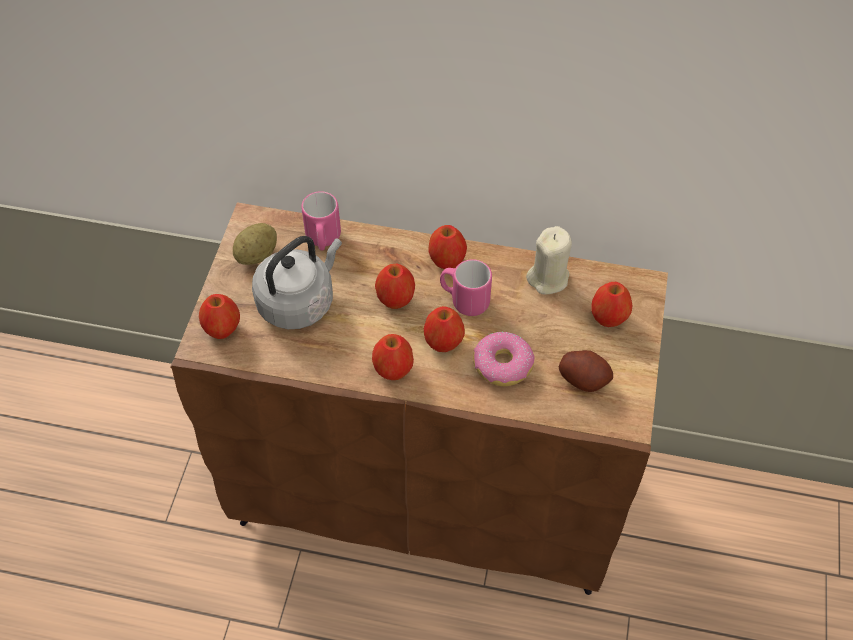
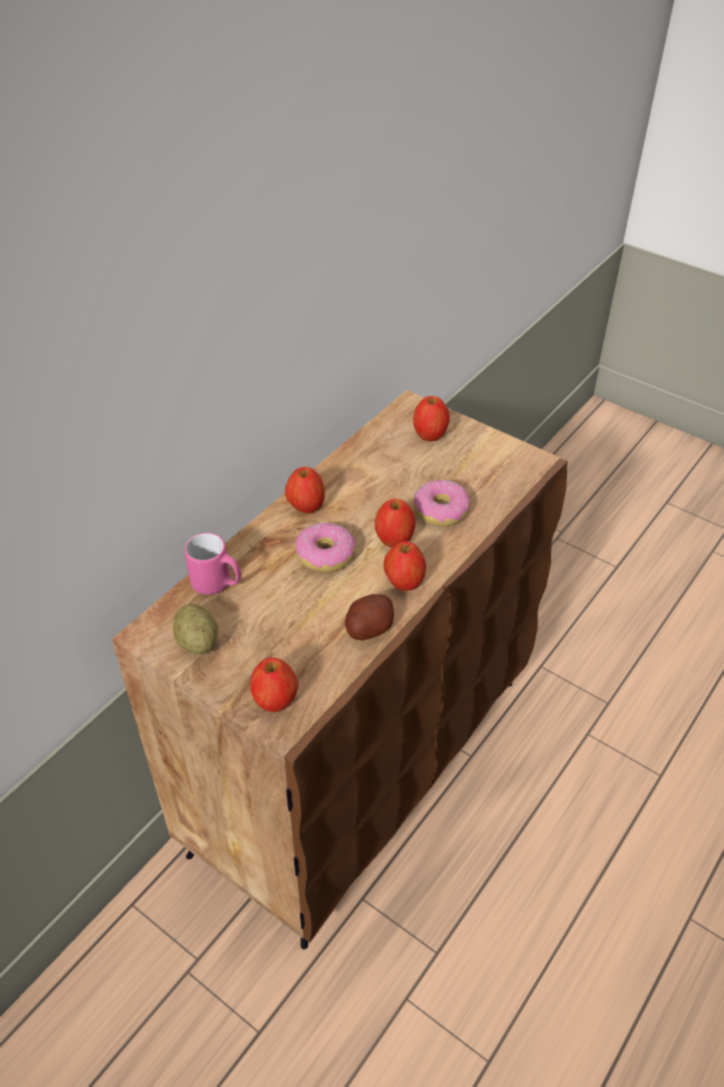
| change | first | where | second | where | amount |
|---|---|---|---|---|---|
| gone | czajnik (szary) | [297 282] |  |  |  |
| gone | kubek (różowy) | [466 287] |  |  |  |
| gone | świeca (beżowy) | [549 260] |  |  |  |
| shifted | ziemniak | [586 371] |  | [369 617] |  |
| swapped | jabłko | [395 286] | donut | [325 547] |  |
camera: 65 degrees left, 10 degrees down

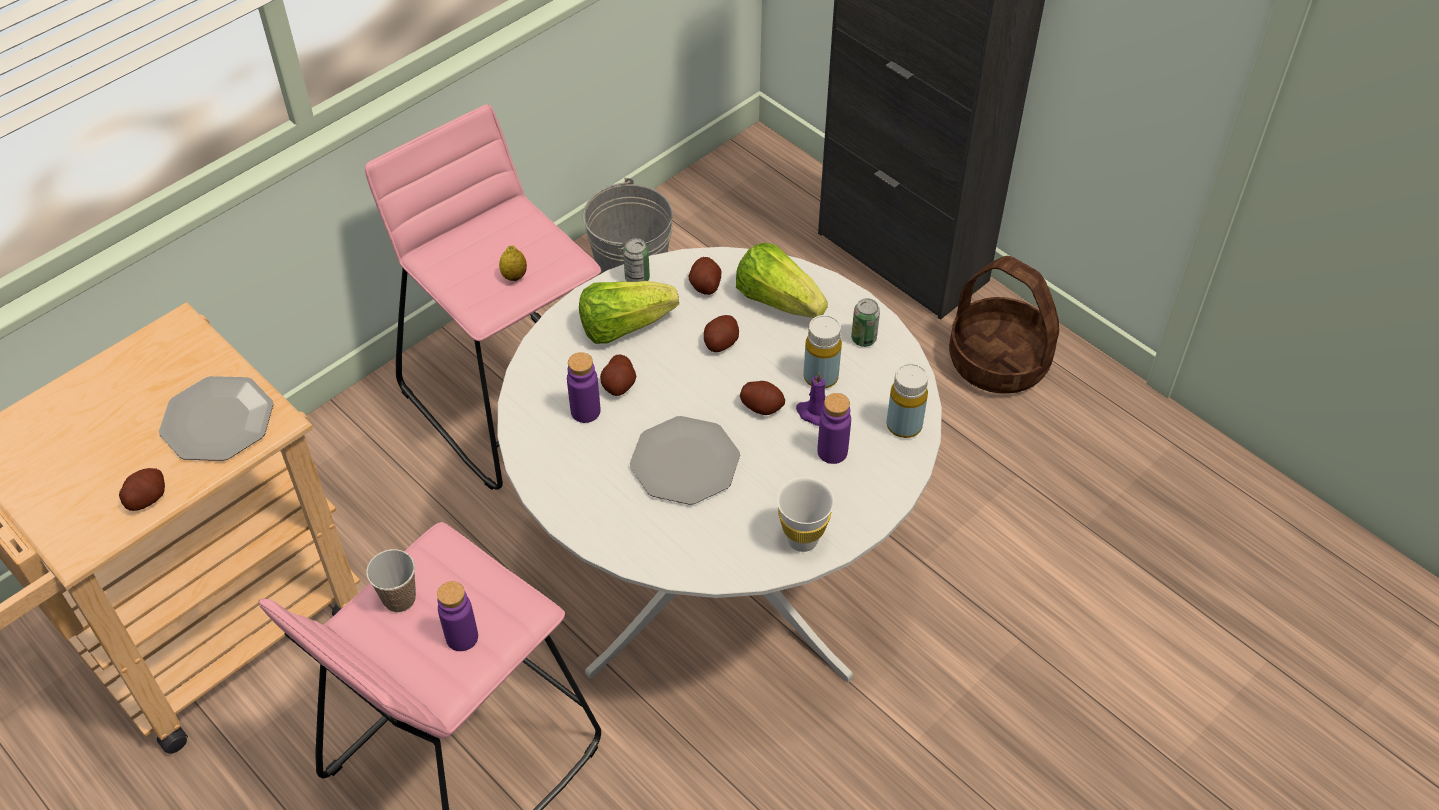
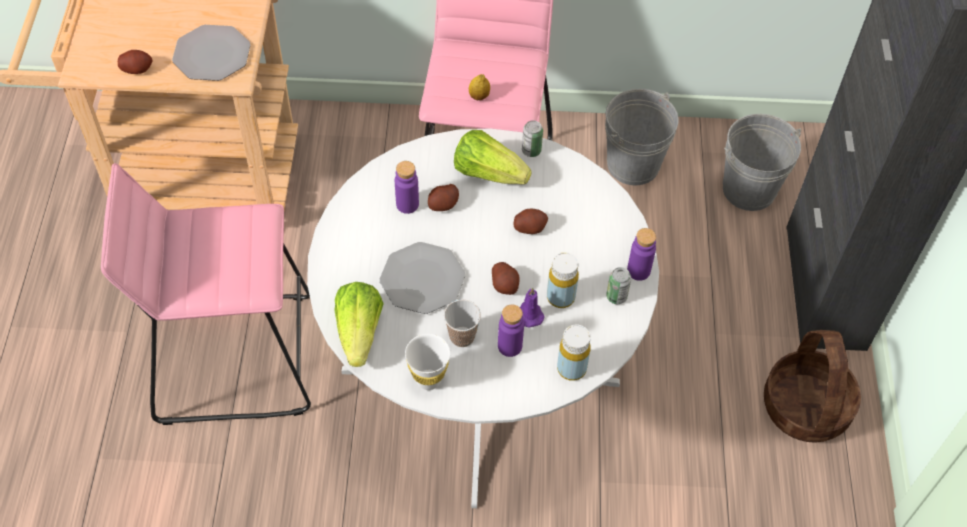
| change | first | where | second | where | amount |
|---|---|---|---|---|---|
| gone | ziemniak | [705 276] |  |  |  |
| new |  |  | wiadro (szary) | [762 162] |  |
| shifted | filiżanka | [391 580] |  | [462 323] |  |
| shifted | butelka (fioletowy) | [457 616] |  | [641 254] |  |
| shifted | sałata | [782 280] |  | [359 324] |  |
camera: 45 degrees right, 5 degrees up

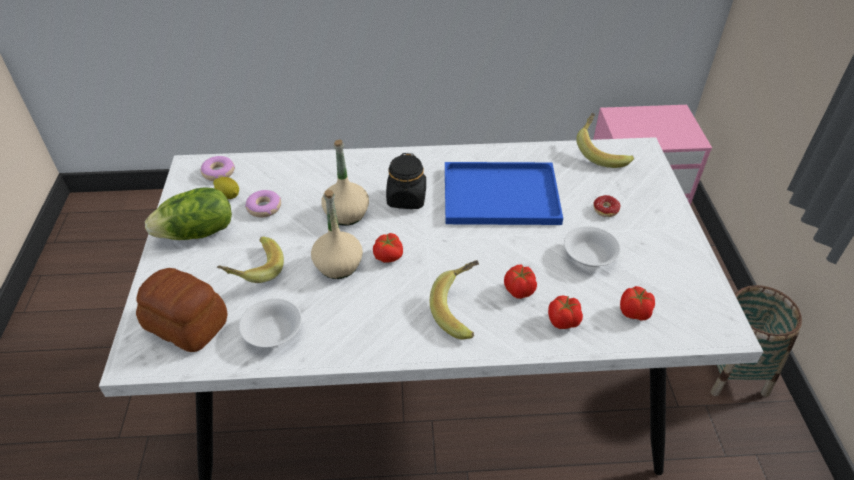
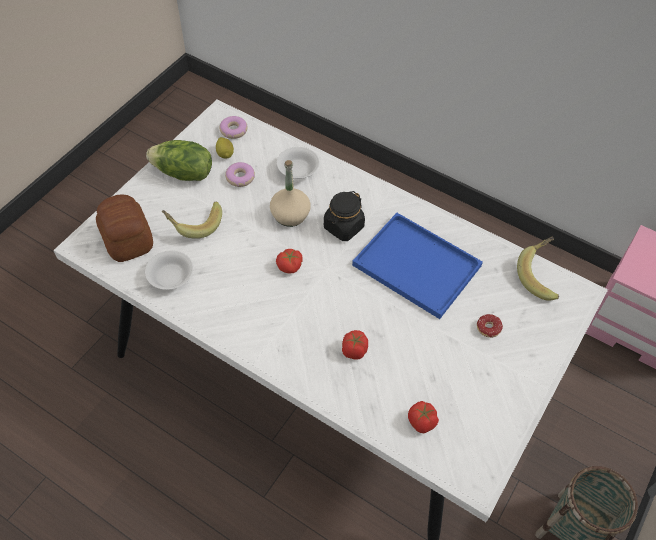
| change | first | where | second | where | amount |
|---|---|---|---|---|---|
| gone | butelka (beżowy) | [337 234] |  |  |  |
| gone | banan | [454 299] |  |  |  |
| gone | pomidor | [565 312] |  |  |  |
| shifted | miska (biały) | [592 246] |  | [298 163] |  |
camera: 35 degrees right, 10 degrees up

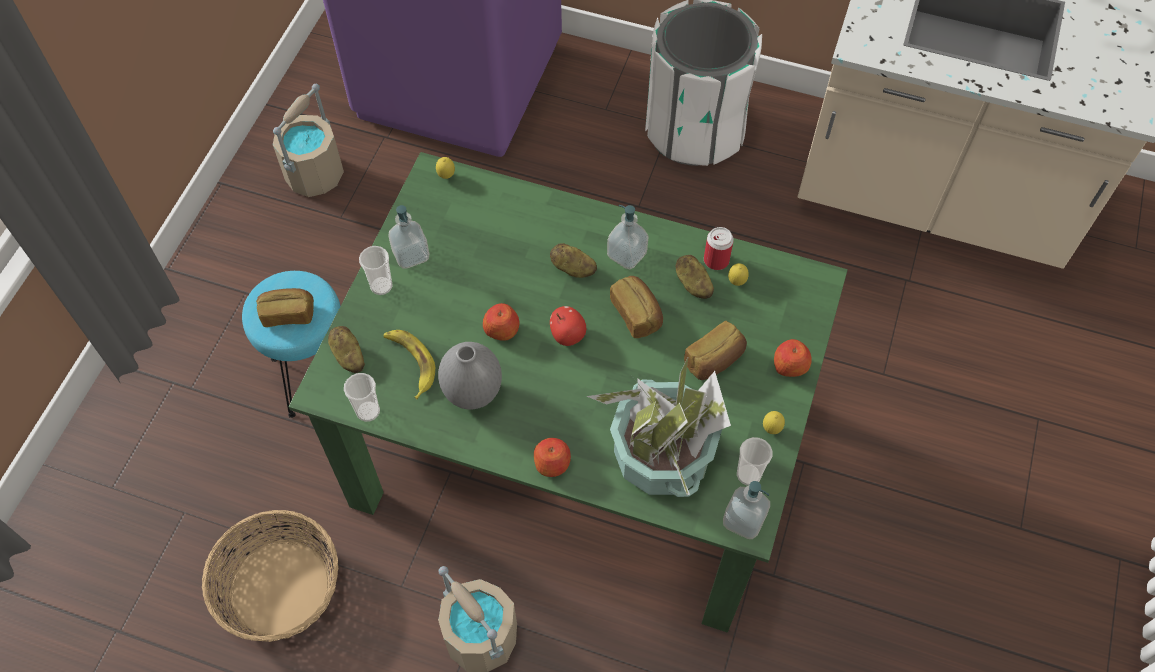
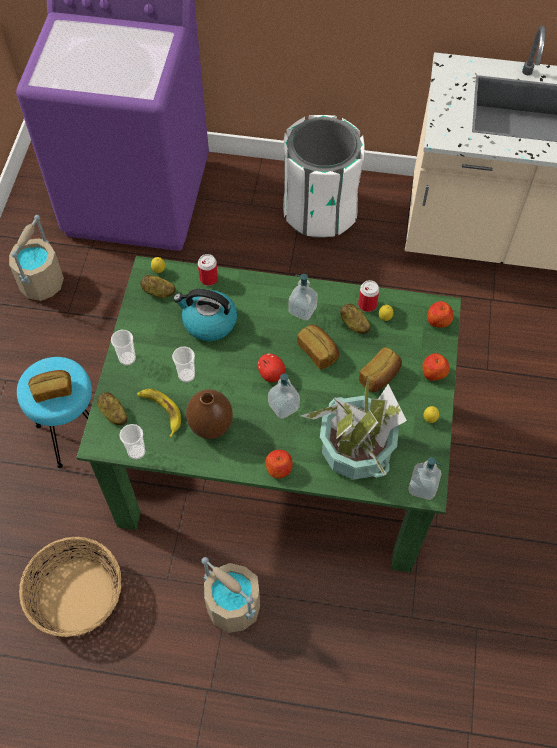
| change | first | where | second | where | amount |
|---|---|---|---|---|---|
| new |  |  | czajnik | [205 315] |  |
| new |  |  | puszka | [208 270] |  |
| shifted | dozownik mydła | [408 237] |  | [284 396] |  |
| shifted | jabłko | [501 322] |  | [440 314] |  |
| shifted | ziemniak | [573 260] |  | [158 286] |  |
| shifted | filiżanka | [754 461] |  | [183 364] |  |
| repainted | wazon (szary) | [470 376] | wazon (brązowy) | [209 414] |  |
camera: 10 degrees left, 0 degrees up

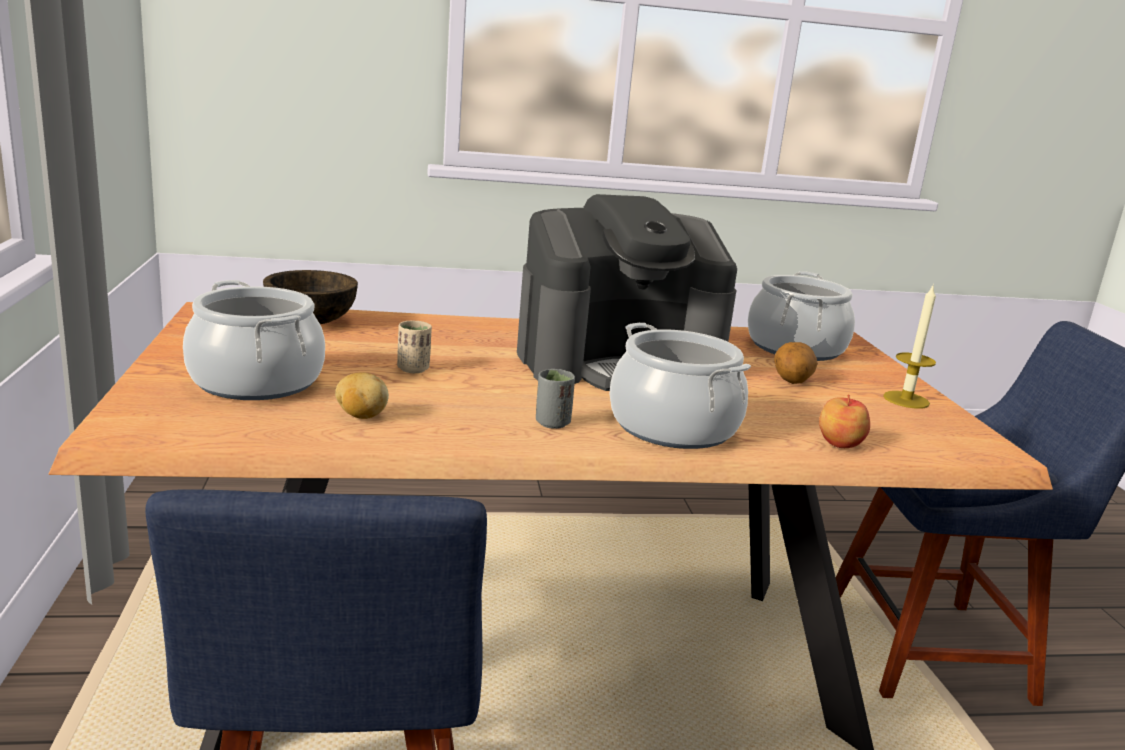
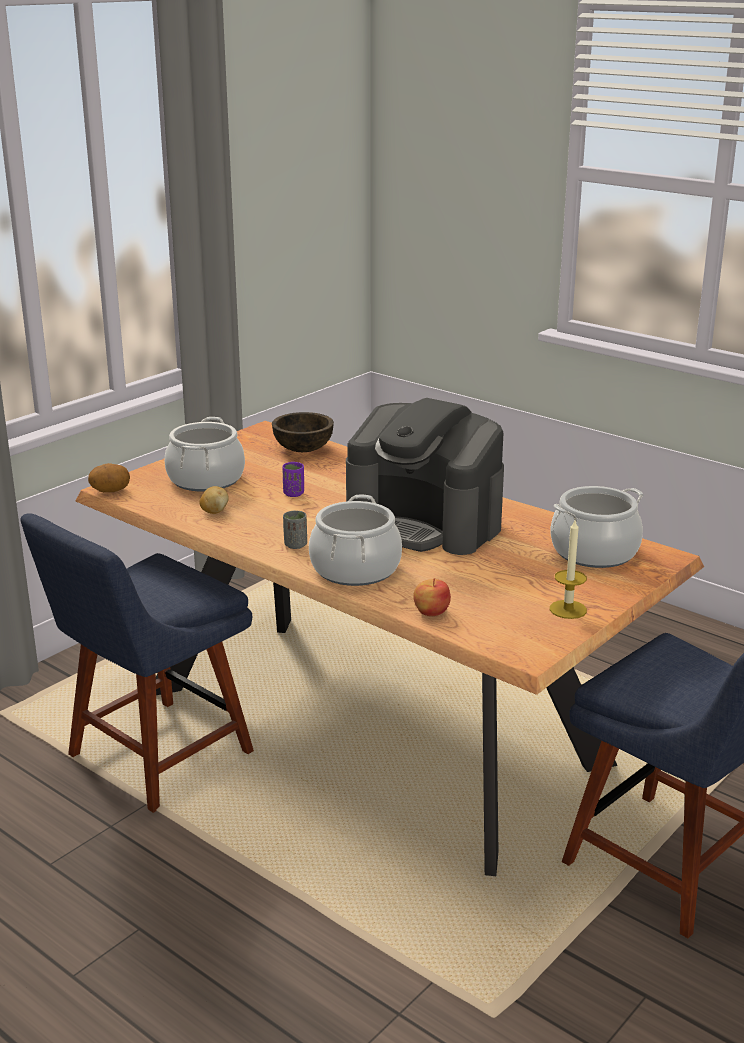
| change | first | where | second | where | amount |
|---|---|---|---|---|---|
| shifted | ziemniak | [796 363] |  | [109 477] |  |
| repainted | filiżanka (beżowy) | [414 347] | filiżanka (fioletowy) | [293 479] |  |
camera: 50 degrees right, 5 degrees up

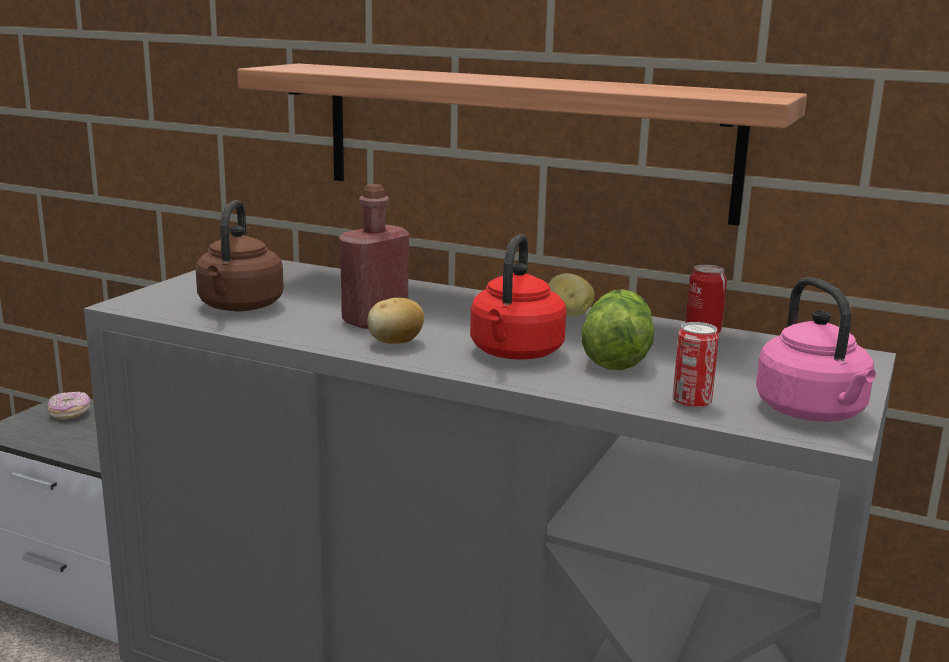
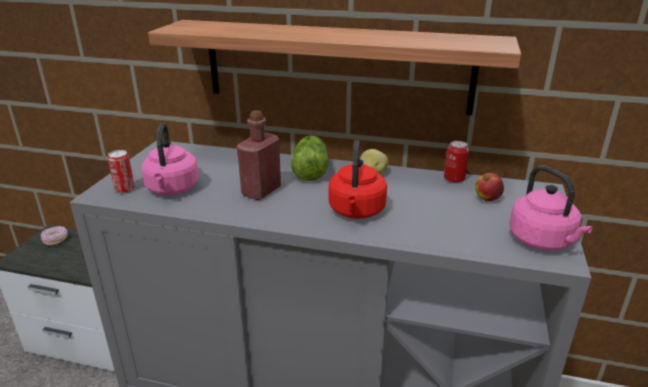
| change | first | where | second | where | amount |
|---|---|---|---|---|---|
| gone | ziemniak | [395 321] |  |  |  |
| new |  |  | jabłko | [489 187] |  |
| shifted | sałata | [617 329] |  | [310 158] |  |
| shifted | puszka | [696 365] |  | [121 172] |  |
| repainted | czajnik (brązowy) | [240 255] | czajnik (różowy) | [170 159] |  |
camera: 10 degrees left, 10 degrees up

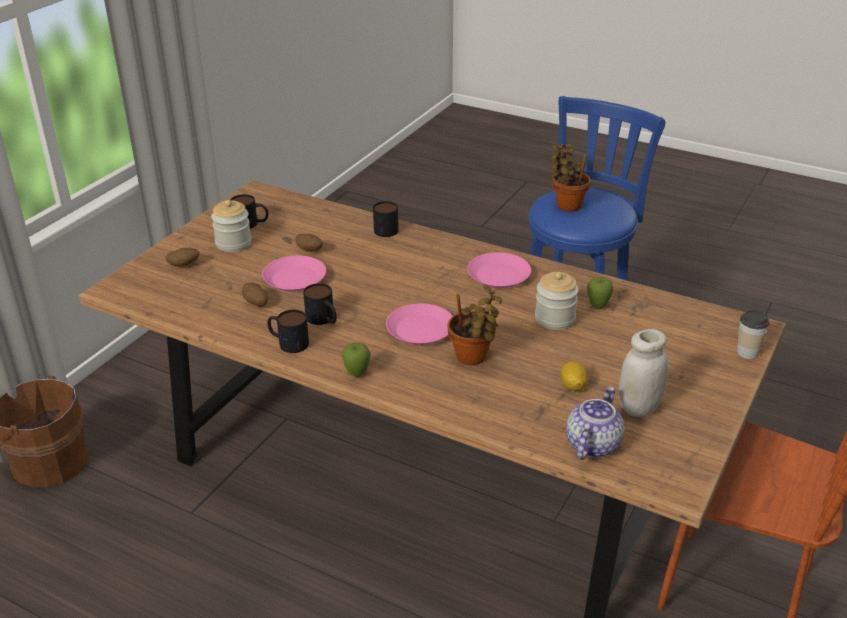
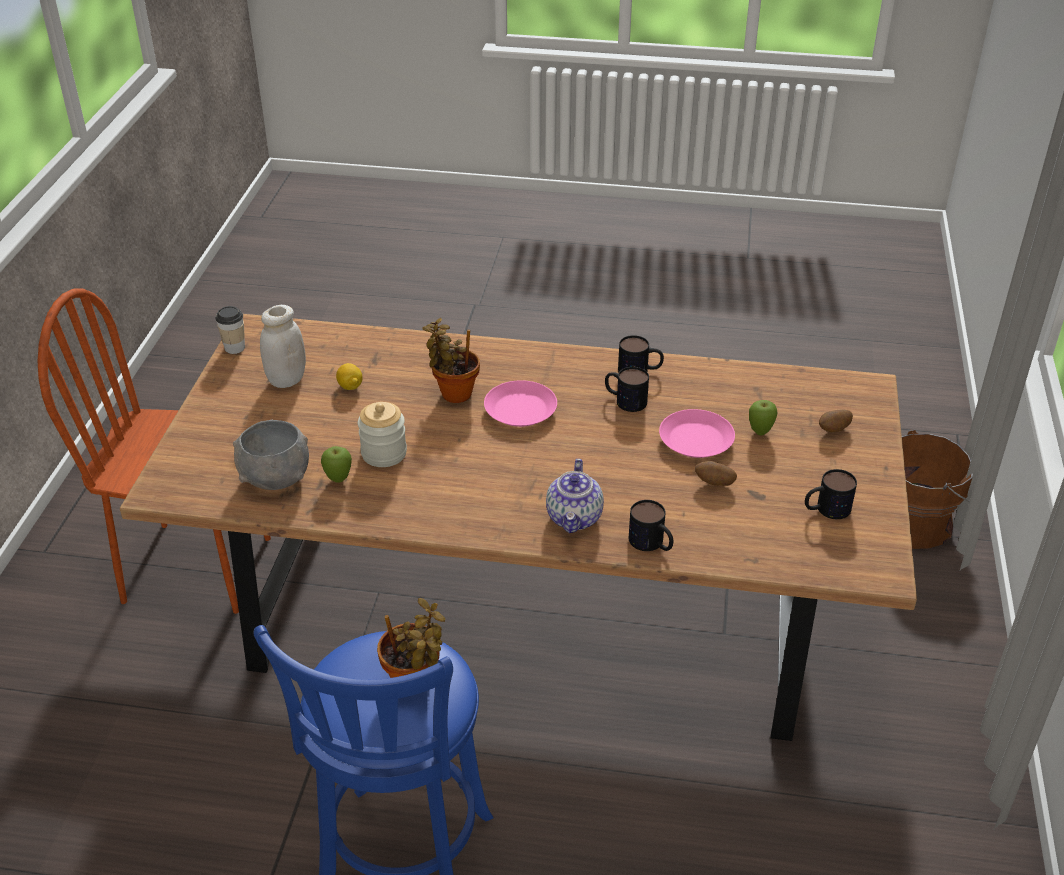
| change | first | where | second | where | amount |
|---|---|---|---|---|---|
| gone | słoik | [231 226] |  |  |  |
| gone | ziemniak | [255 295] |  |  |  |
| gone | talerz (różowy) | [499 270] |  |  |  |
| new |  |  | miska (szary) | [271 455] |  |
| shifted | jabłko | [356 359] |  | [763 417] |  |
| shifted | imbryk | [595 423] |  | [575 496] |  |
| shifted | filiżanka | [753 334] |  | [230 330] |  |
camera: 160 degrees right, 5 degrees up

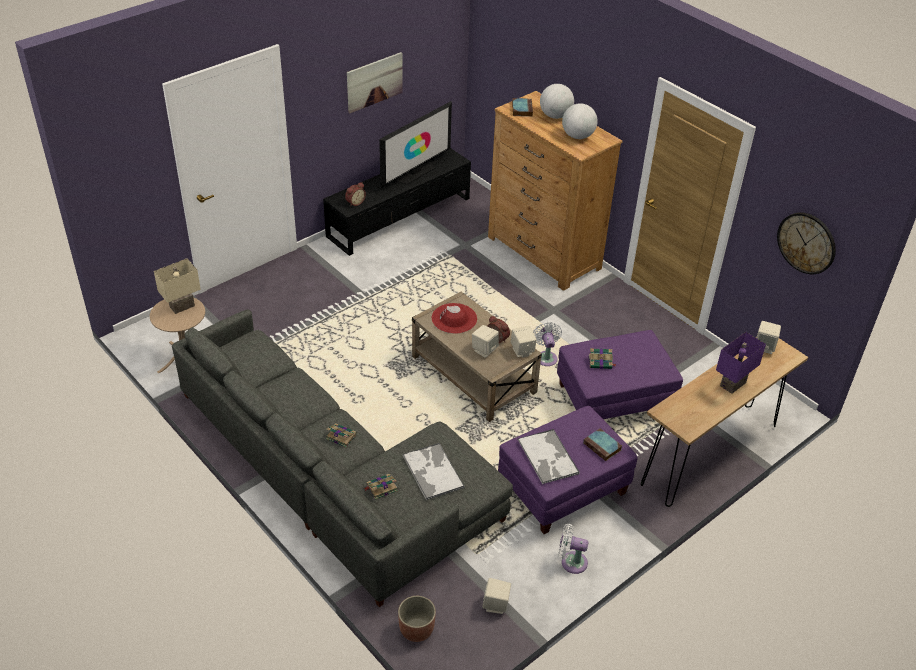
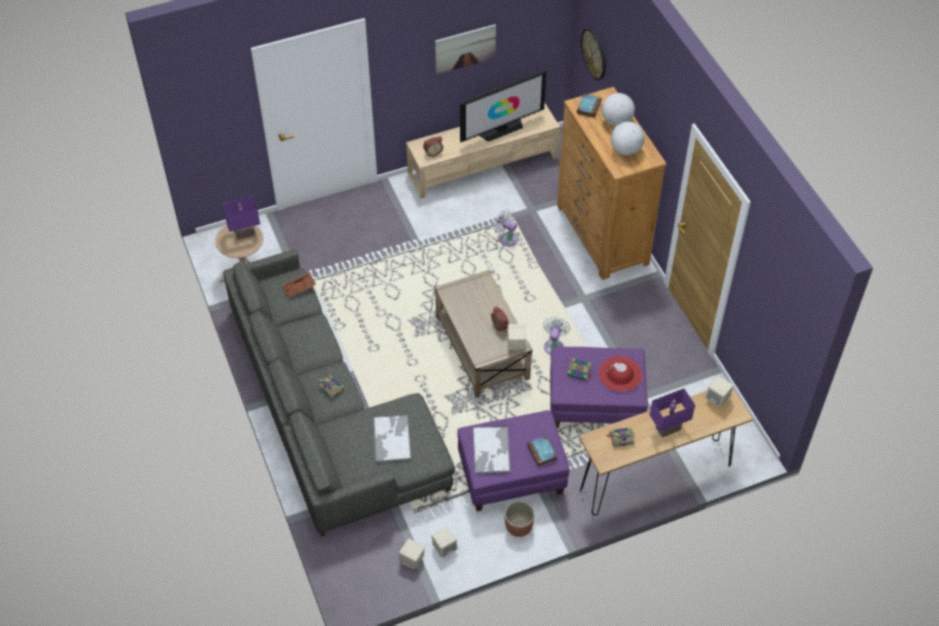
| change | first | where | second | where | amount |
|---|---|---|---|---|---|
| new |  |  | taca (brązowy) | [299 285] |  |
| shifted | książka | [381 487] |  | [621 437] |  |
| shifted | donica | [417 619] |  | [520 519] |  |
| shifted | kapelusz (czerwony) | [454 318] |  | [620 374] |  |
| shifted | głośnik (beżowy) | [485 341] |  | [444 542] |  |
| shifted | wentylator (biały) | [573 549] |  | [505 228] |  |
| shifted | zegar ścienny | [806 243] |  | [593 54] |  |
| repainted | lampa stołowa (beżowy) | [177 286] | lampa stołowa (fioletowy) | [241 218] |  |
| repainted | szafka pod telewizor (czarny) | [397 202] | szafka pod telewizor (beżowy) | [483 150] |  |
camera: 20 degrees right, 10 degrees up

